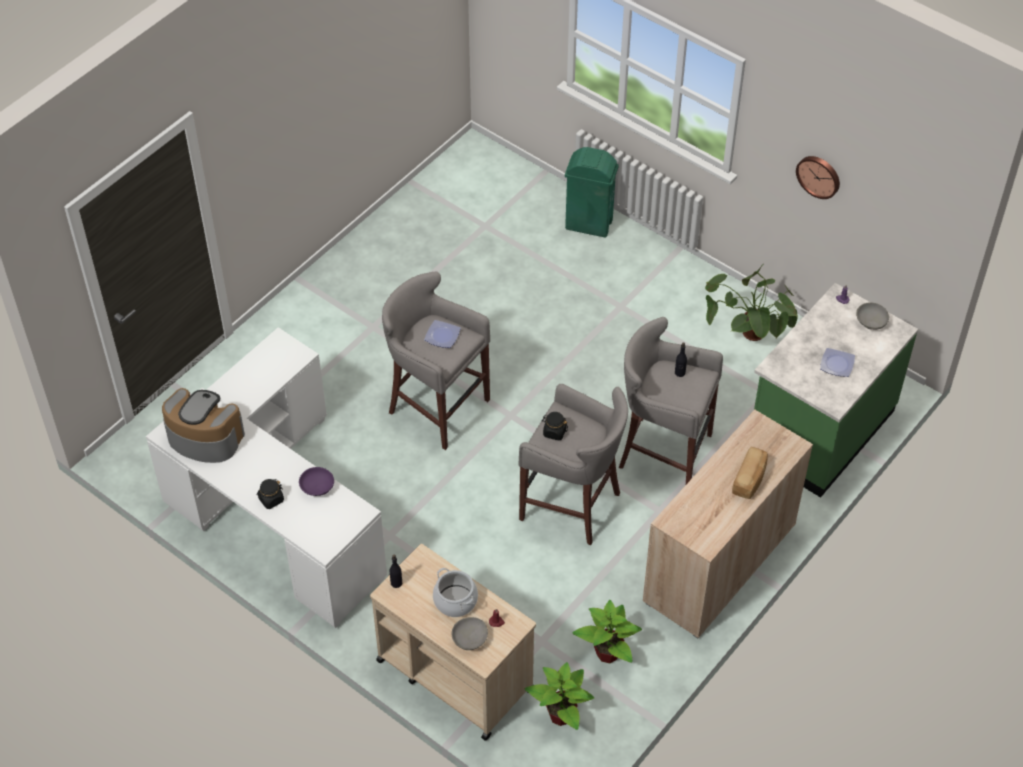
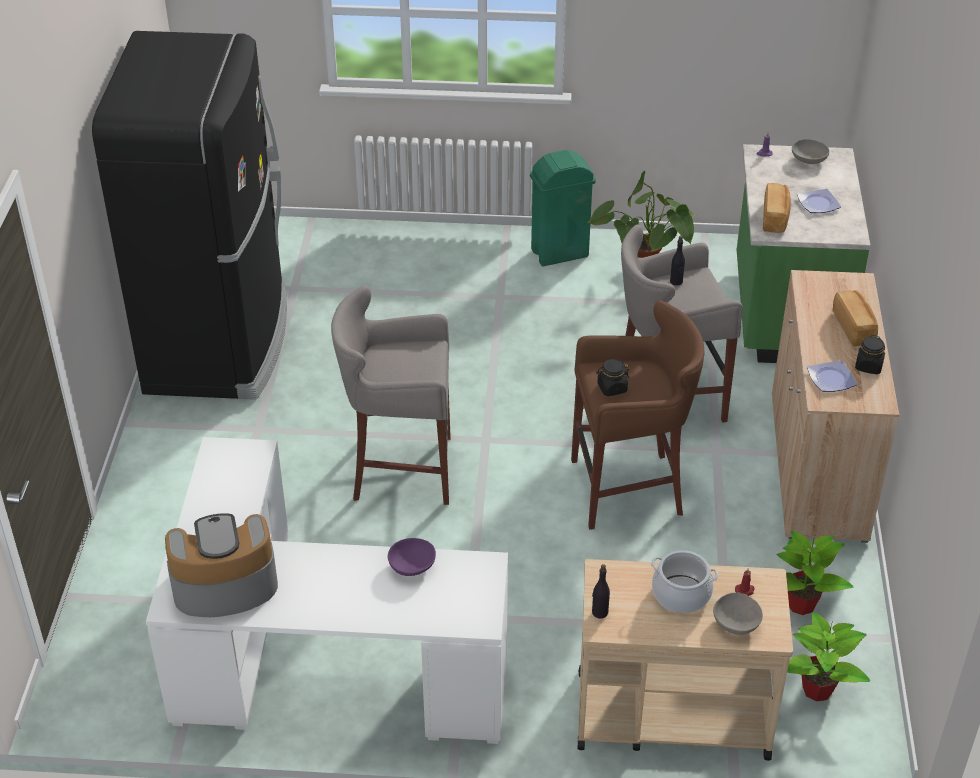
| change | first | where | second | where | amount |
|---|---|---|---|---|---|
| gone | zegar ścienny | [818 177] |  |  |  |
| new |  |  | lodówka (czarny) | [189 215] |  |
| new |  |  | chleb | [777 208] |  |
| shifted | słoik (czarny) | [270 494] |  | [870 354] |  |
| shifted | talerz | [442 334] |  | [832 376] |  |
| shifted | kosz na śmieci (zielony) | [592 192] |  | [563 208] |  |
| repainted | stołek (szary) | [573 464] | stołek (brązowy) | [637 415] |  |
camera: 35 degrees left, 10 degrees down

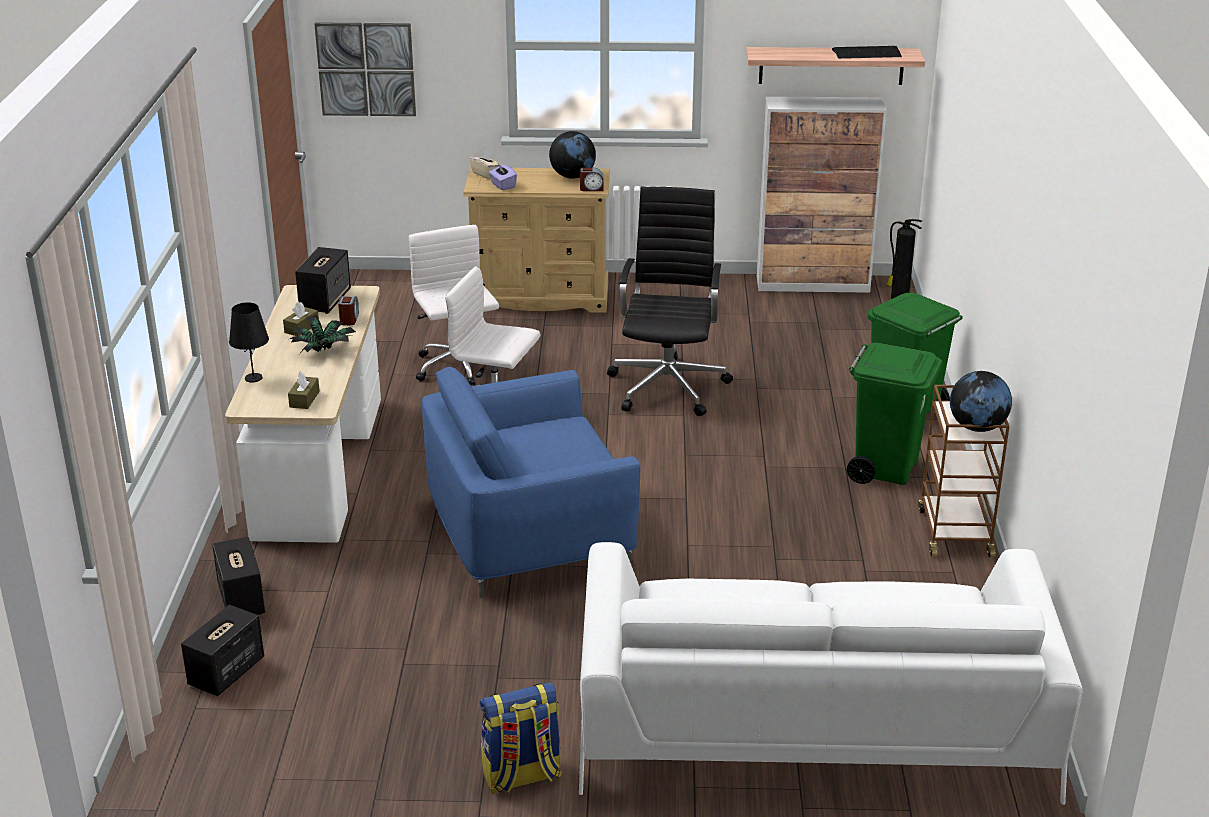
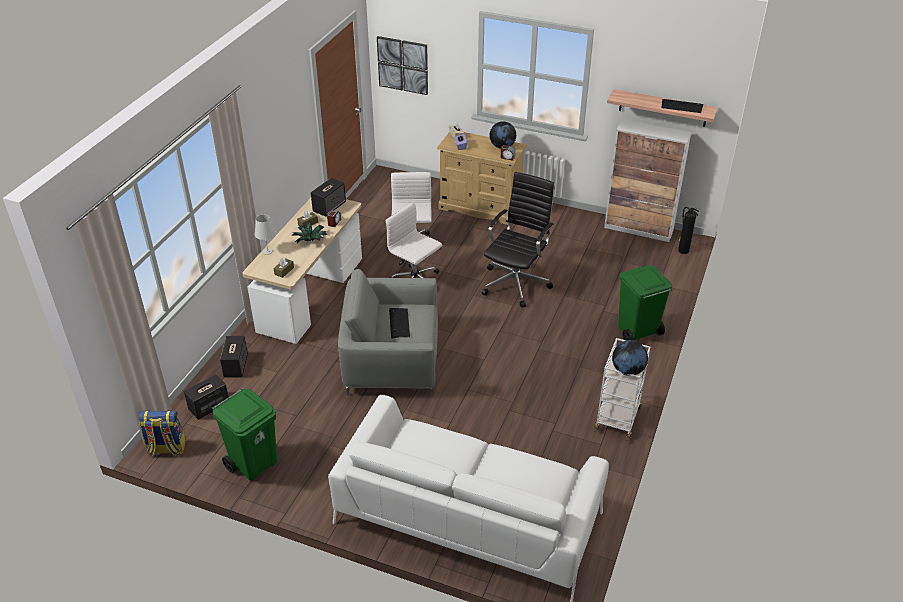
| change | first | where | second | where | amount |
|---|---|---|---|---|---|
| new |  |  | klawiatura | [399 323] |  |
| shifted | plecak | [521 738] |  | [162 433] |  |
| shifted | kosz na śmieci (zielony) | [894 413] |  | [244 434] |  |
| repainted | lampa stołowa (czarny) | [249 342] | lampa stołowa (biały) | [265 234] |  |
| repainted | fotel (niebieski) | [531 482] | fotel (szary) | [388 332] |  |
| repainted | wózek (brązowy) | [964 471] | wózek (biały) | [622 389] |  |
camera: 20 degrees right, 10 degrees up

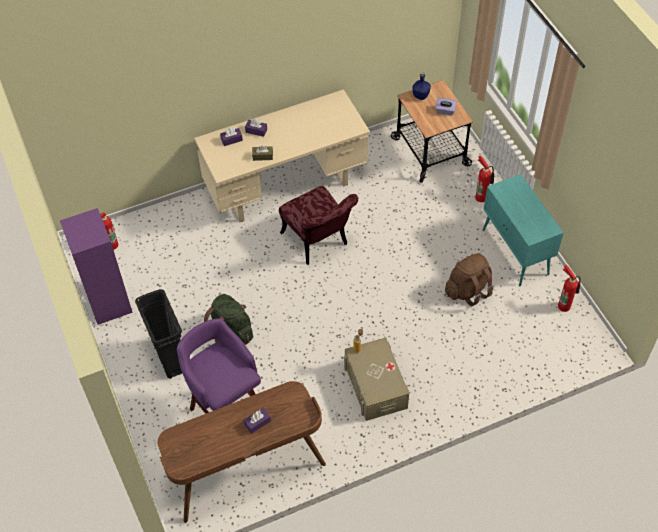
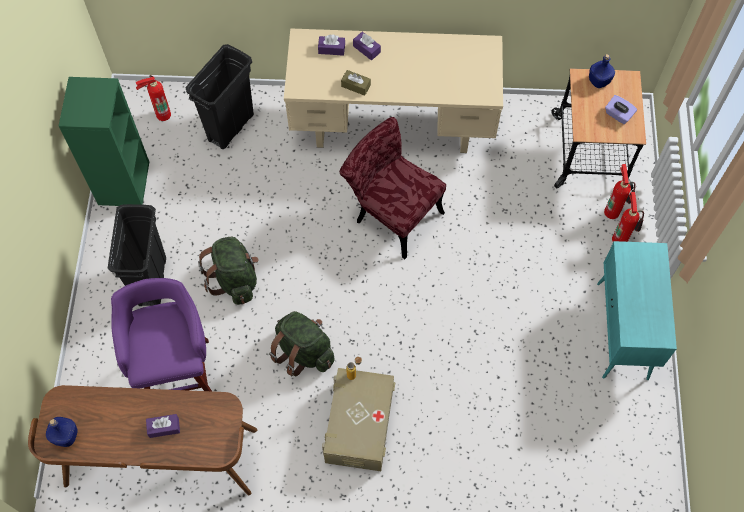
| change | first | where | second | where | amount |
|---|---|---|---|---|---|
| gone | plecak (brązowy) | [469 279] |  |  |  |
| new |  |  | butelka (niebieski) | [61 432] |  |
| new |  |  | kosz na śmieci (czarny) | [219 96] |  |
| new |  |  | plecak (zielony) | [302 343] |  |
| shifted | gaśnica | [569 288] |  | [620 191] |  |
| repainted | regał (fioletowy) | [96 266] | regał (zielony) | [104 141] |  |
| rotated | krzesło (czerwony) | [318 225] |  | [393 188] | 135 degrees clockwise |
camera: 25 degrees right, 10 degrees up

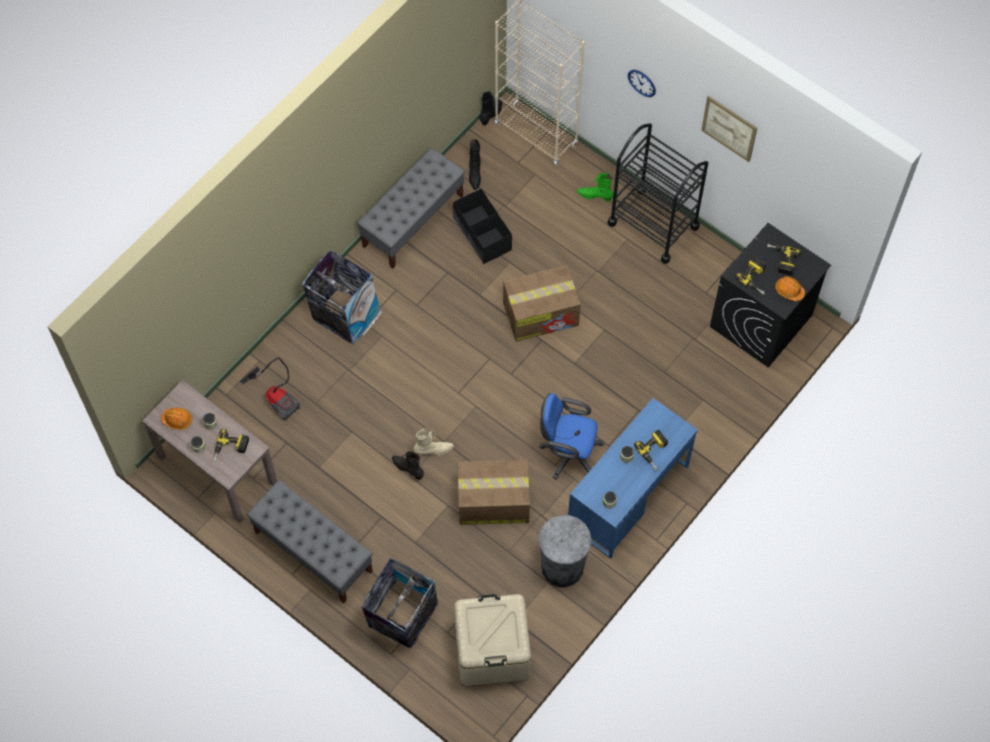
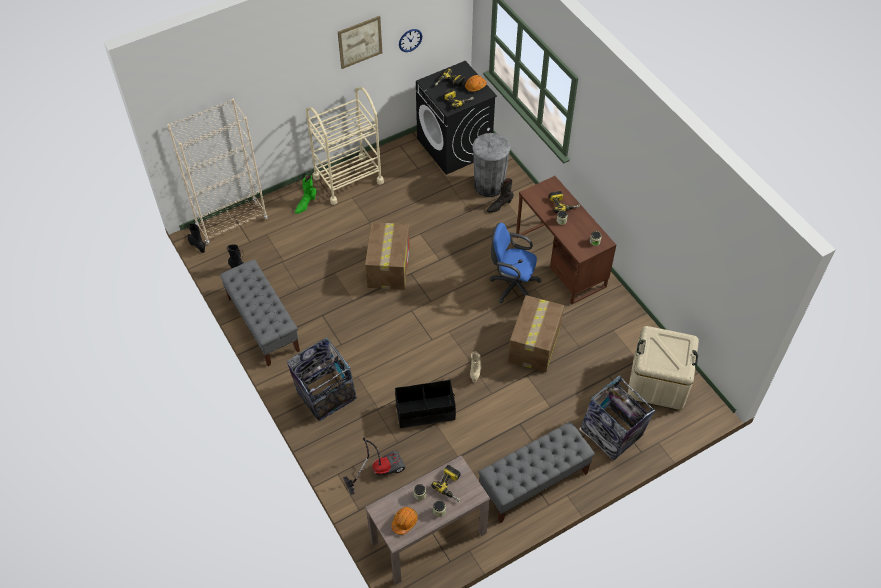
| change | first | where | second | where | amount |
|---|---|---|---|---|---|
| shifted | but z cholewką (czarny) | [408 465] |  | [500 195] |  |
| shifted | pojemnik do przechowywania (czarny) | [482 226] |  | [425 404] |  |
| shifted | kosz na śmieci (szary) | [565 551] |  | [491 165] |  |
| shifted | zegar ścienny | [642 83] |  | [410 40] |  |
| repainted | biurko (niebieski) | [633 478] | biurko (brązowy) | [566 240] |  |
| repainted | wózek (czarny) | [657 193] | wózek (beżowy) | [345 146] |  |
| rotated | krzesło biurowe (niebieski) | [572 436] |  | [515 263] | 75 degrees clockwise |
camera: 70 degrees left, 10 degrees down

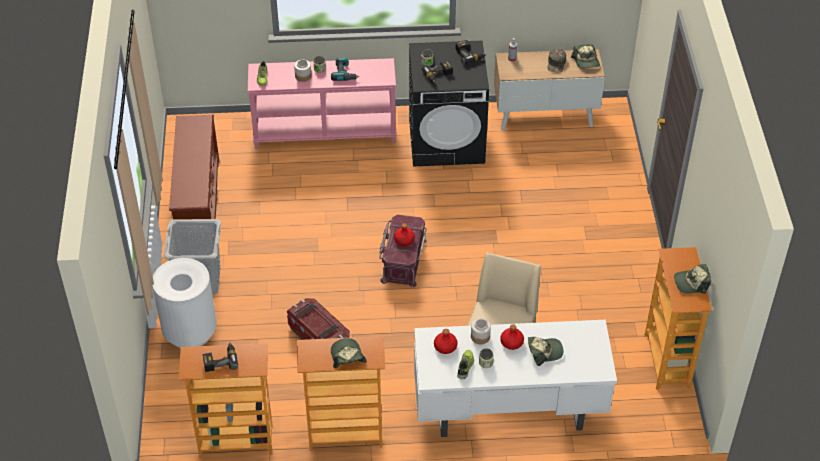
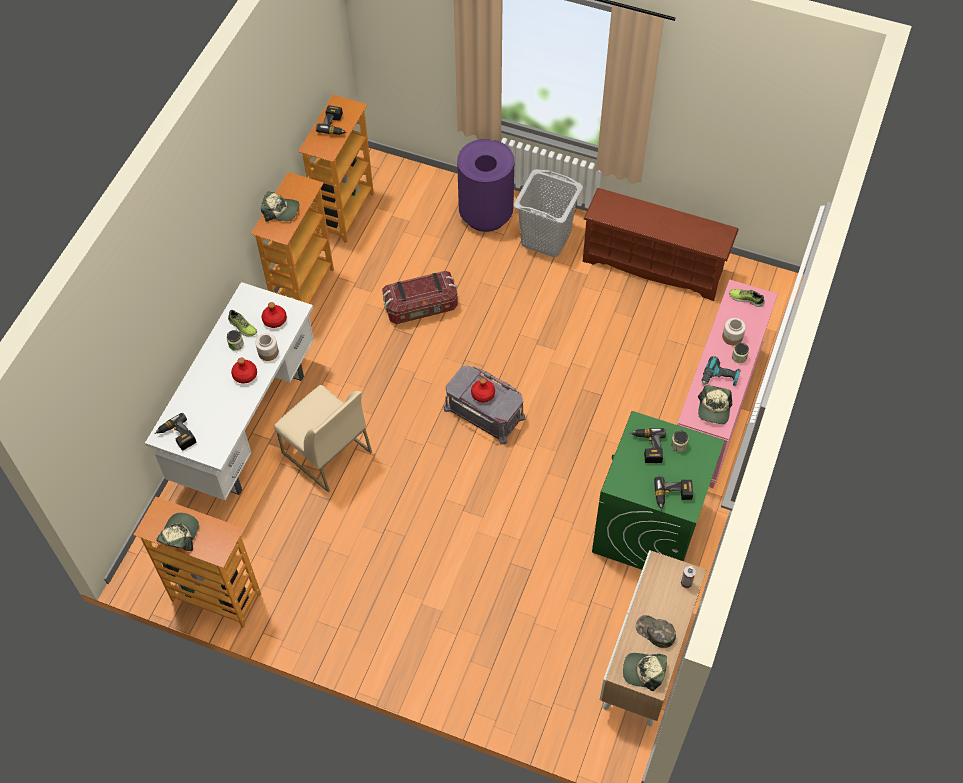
| change | first | where | second | where | amount |
|---|---|---|---|---|---|
| new |  |  | wiertarka | [175 431] |  |
| shifted | czapka z daszkiem | [545 351] |  | [715 404] |  |
| repainted | kosz na śmieci (biały) | [184 303] | kosz na śmieci (fioletowy) | [485 185] |  |
| repainted | pojemnik do przechowywania (czerwony) | [403 251] | pojemnik do przechowywania (szary) | [484 405] |  |
| repainted | pralka (czarny) | [449 103] | pralka (zielony) | [658 490] |  |
camera: 115 degrees right, 10 degrees up

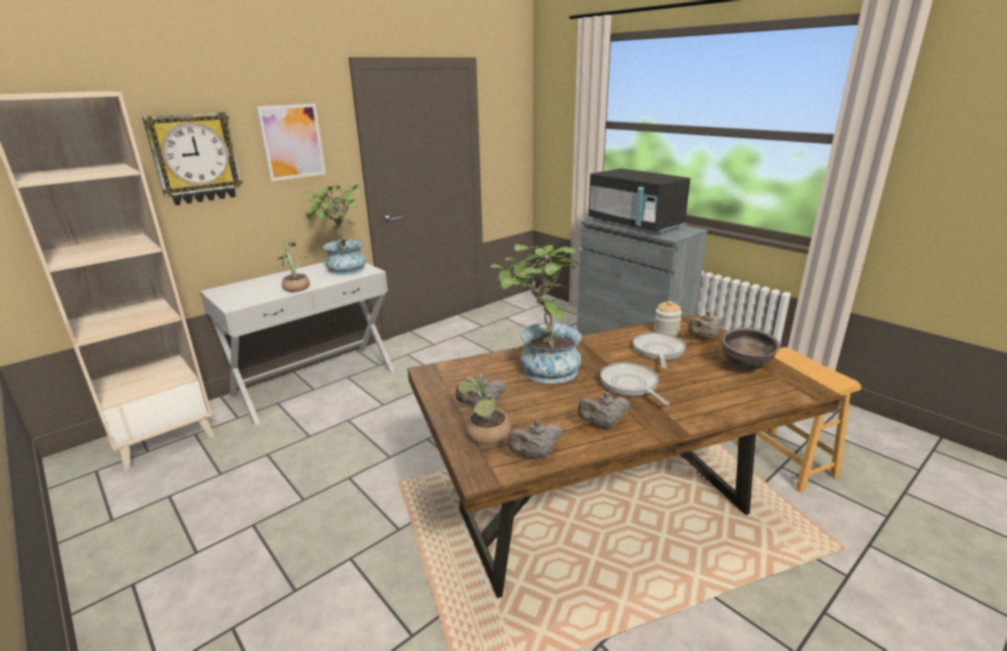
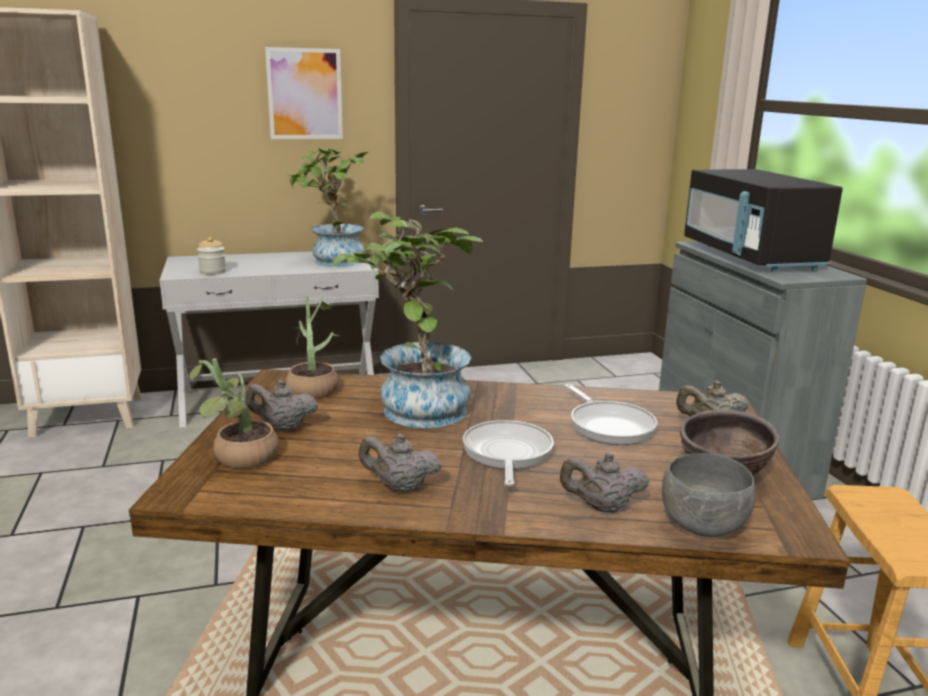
| change | first | where | second | where | amount |
|---|---|---|---|---|---|
| gone | zegar ścienny | [192 159] |  |  |  |
| new |  |  | miska (szary) | [709 495] |  |
| shifted | roślina doniczkowa | [293 266] |  | [313 347] |  |
| shifted | imbryk (szary) | [535 439] |  | [604 482] |  |
| shifted | słoik | [668 318] |  | [211 256] |  |
| rotated | patelnia | [659 350] |  | [611 414] | 120 degrees clockwise |
camera: 25 degrees right, 5 degrees down

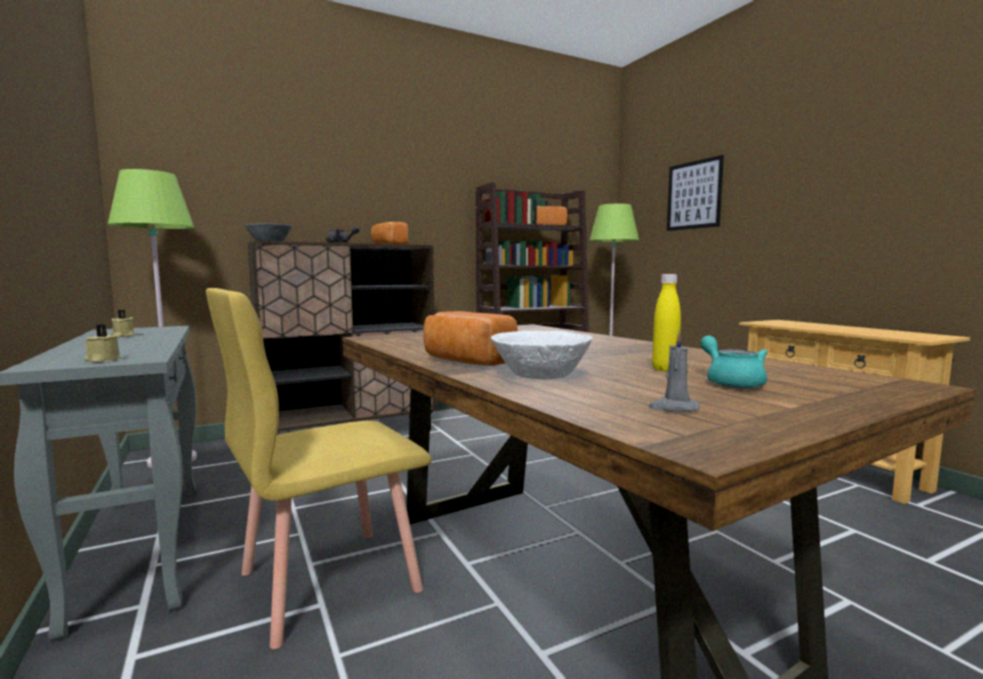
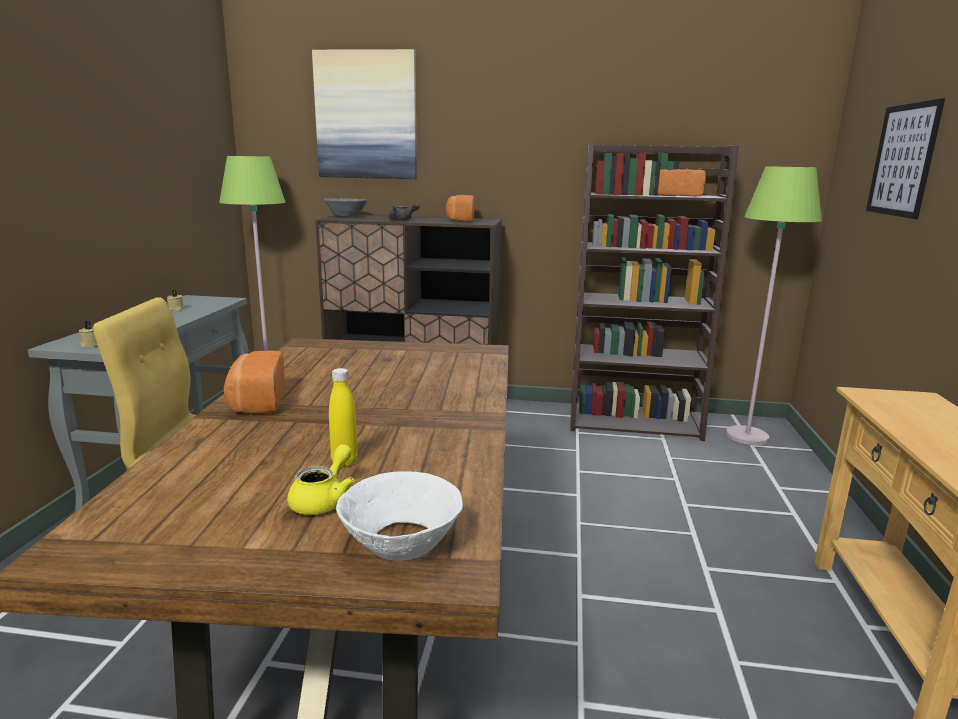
| change | first | where | second | where | amount |
|---|---|---|---|---|---|
| gone | świeca (szary) | [674 371] |  |  |  |
| new |  |  | obraz | [364 114] |  |
| shifted | miska (biały) | [541 355] |  | [399 515] |  |
| repainted | imbryk (turkusowy) | [734 362] | imbryk (żółty) | [320 479] |  |
camera: 35 degrees right, 10 degrees up

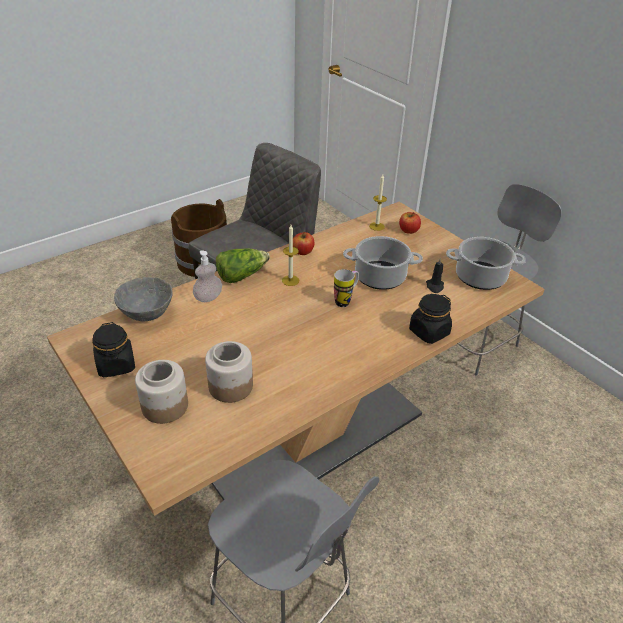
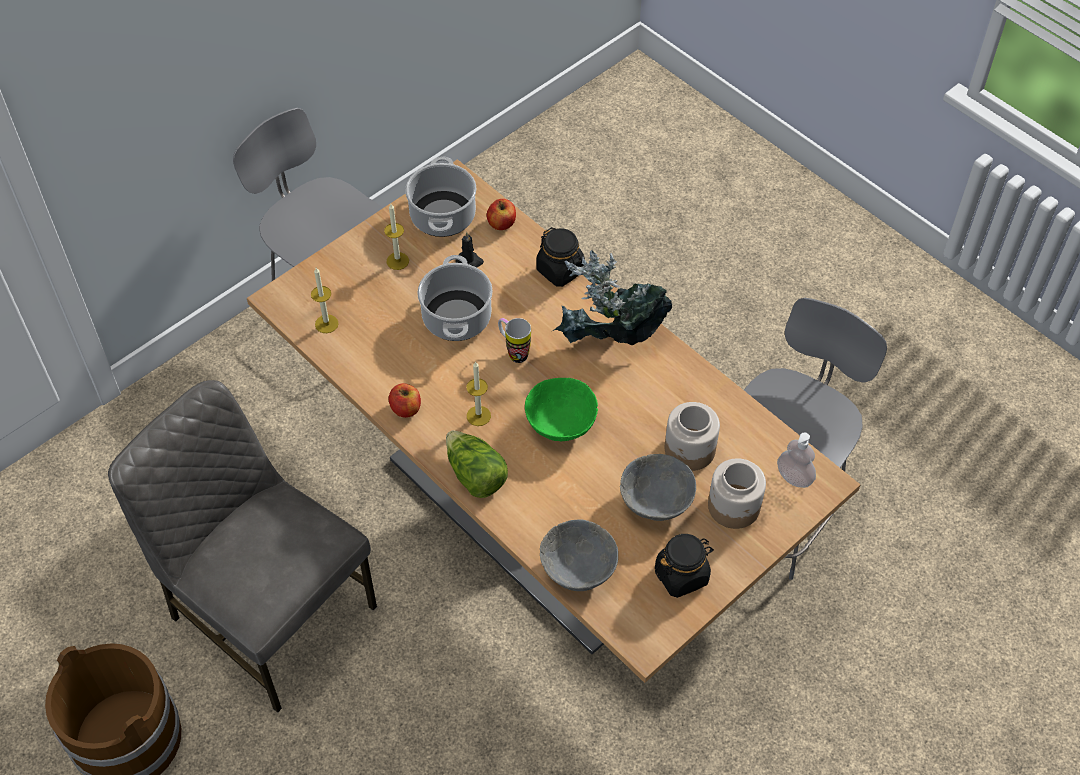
| change | first | where | second | where | amount |
|---|---|---|---|---|---|
| new |  |  | świeca | [396 237] |  |
| new |  |  | miska (zielony) | [561 409] |  |
| new |  |  | roślina doniczkowa | [611 297] |  |
| new |  |  | miska (szary) | [658 487] |  |
| shifted | dozownik mydła | [207 276] |  | [796 460] |  |
| shifted | jabłko | [410 223] |  | [501 214] |  |
camera: 95 degrees left, 15 degrees up

